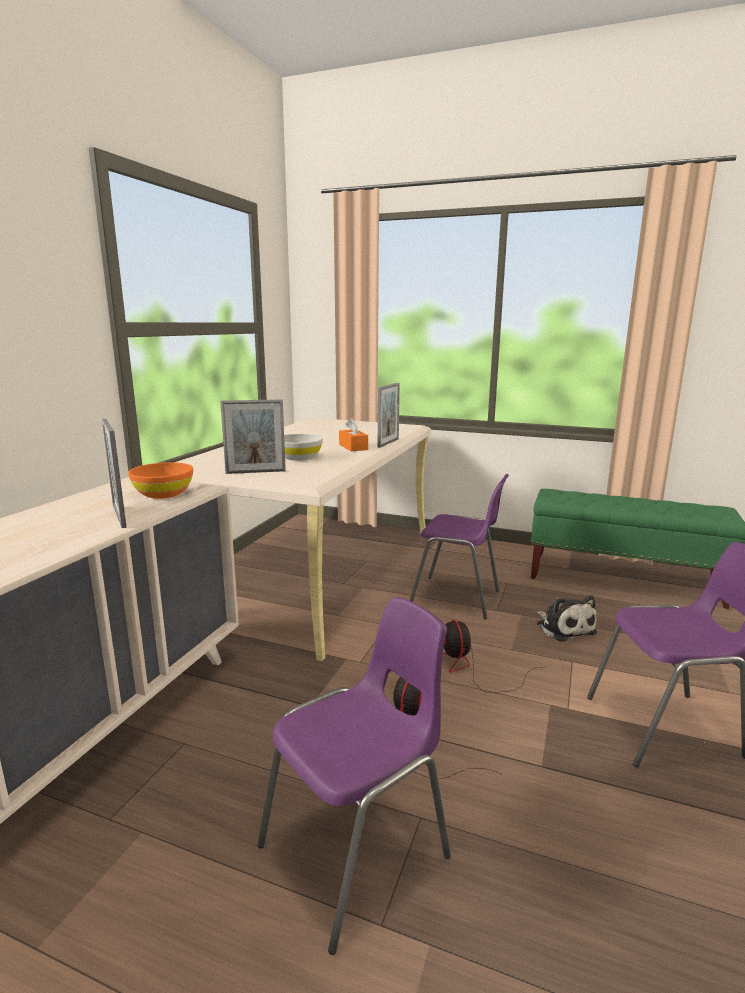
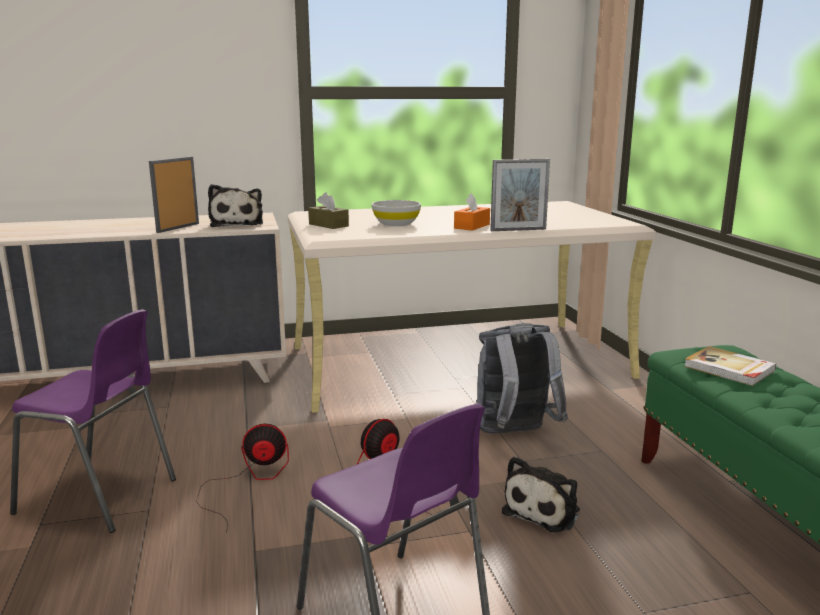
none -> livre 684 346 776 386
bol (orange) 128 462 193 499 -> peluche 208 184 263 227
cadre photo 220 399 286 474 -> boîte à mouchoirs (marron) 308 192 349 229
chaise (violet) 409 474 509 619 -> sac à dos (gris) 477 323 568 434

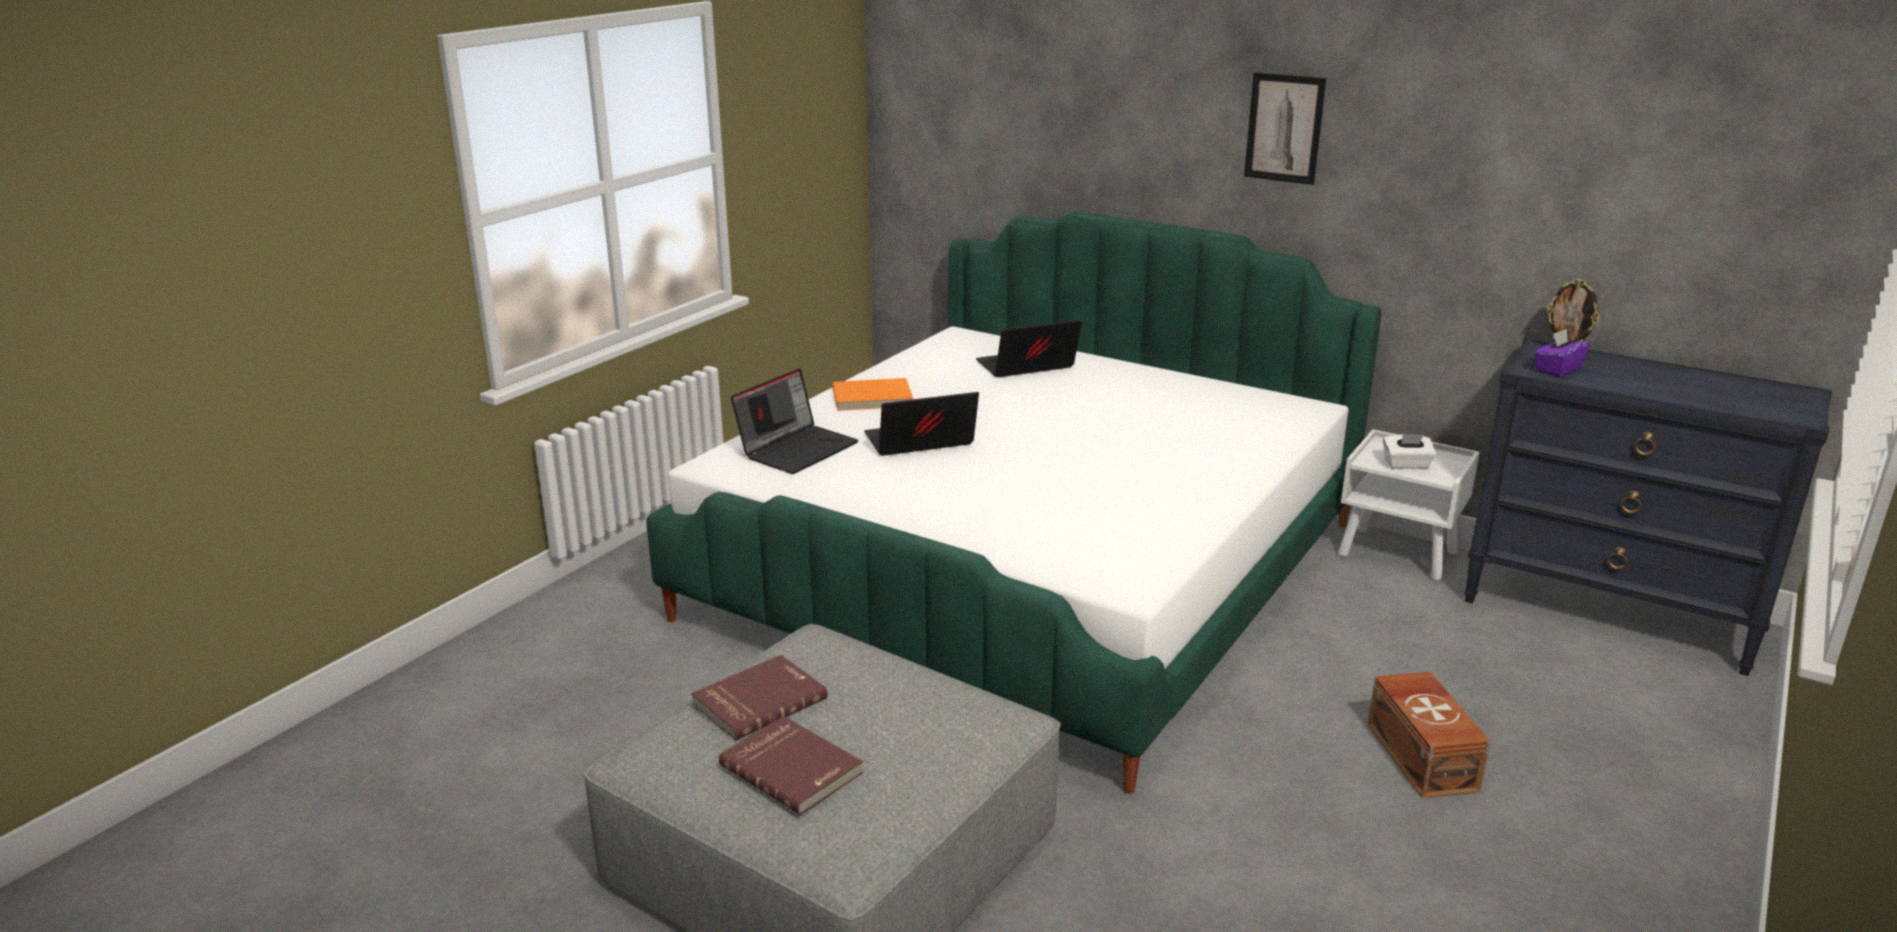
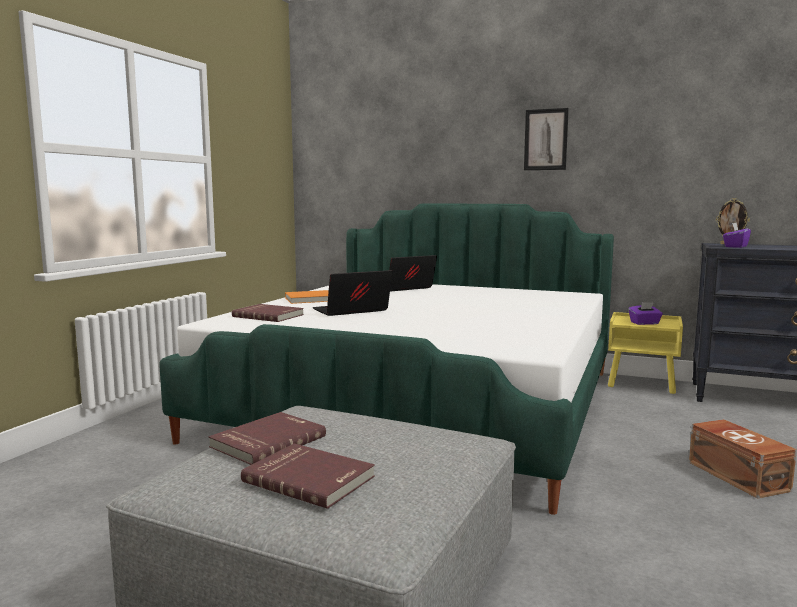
ordinateur portable 731 368 859 474 -> livre (rouge) 232 304 304 322
table de chevet (blanc) 1339 429 1480 581 -> table de chevet (jaune) 608 312 683 394
boîte à mouchoirs (blanc) 1383 434 1436 469 -> boîte à mouchoirs (violet) 629 302 663 325

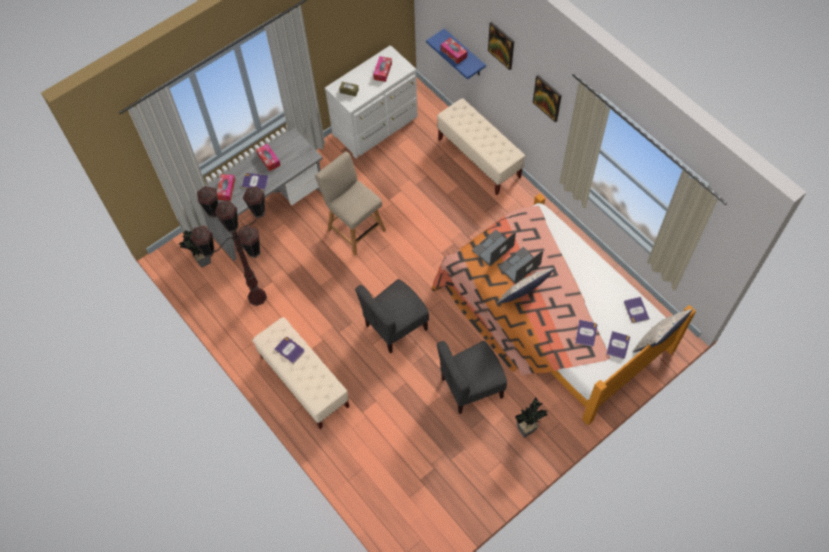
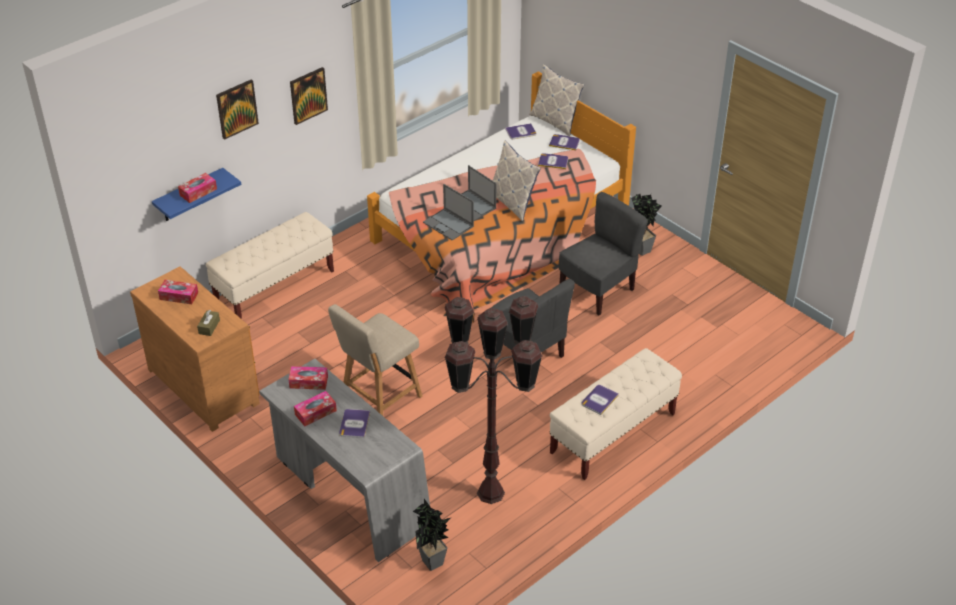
boîte à mouchoirs 217 174 235 201 -> boîte à mouchoirs 288 366 328 390, moved
commode (blanc) 325 45 418 158 -> commode (marron) 130 266 260 432
chaise (gris) 437 341 507 414 -> chaise (gris) 559 192 648 315, 105 degrees counterclockwise

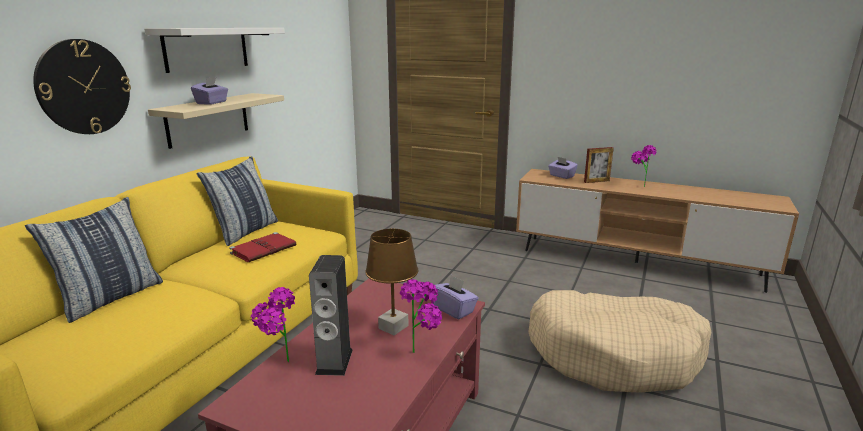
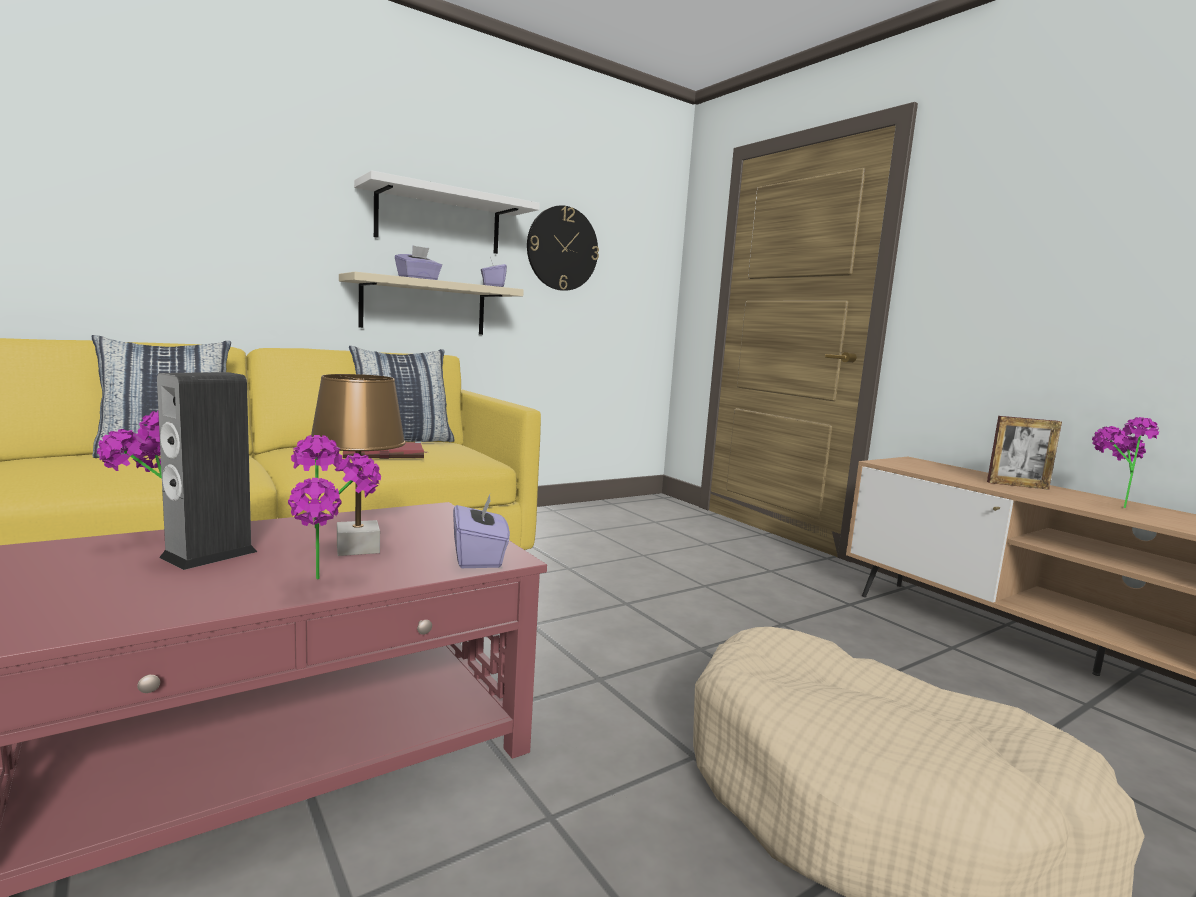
horloge murale 33 39 131 134 -> horloge murale 527 205 599 291, moved
boîte à mouchoirs (violet) 548 157 578 179 -> boîte à mouchoirs (violet) 481 257 507 287, moved

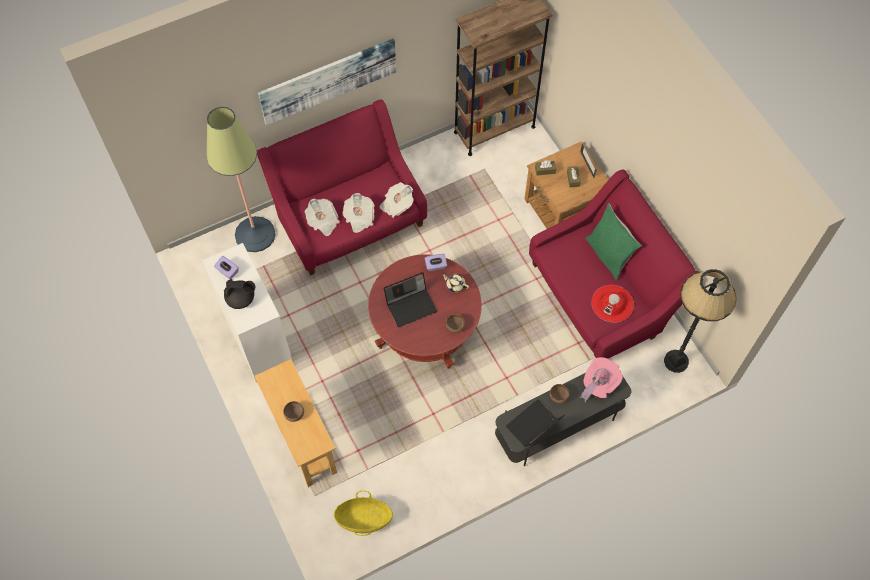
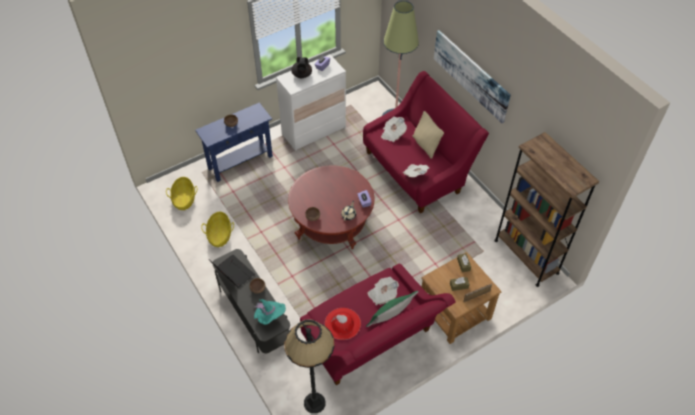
ordinateur portable 384 272 437 327 -> none
none -> panier 201 212 234 247
none -> coussin (beige) 412 111 444 159
journal 342 193 374 233 -> journal 367 277 399 306, moved
table console (beige) 255 359 337 487 -> table console (bleu) 195 103 273 182
chapeau (rose) 579 357 623 402 -> chapeau (turquoise) 253 299 286 325

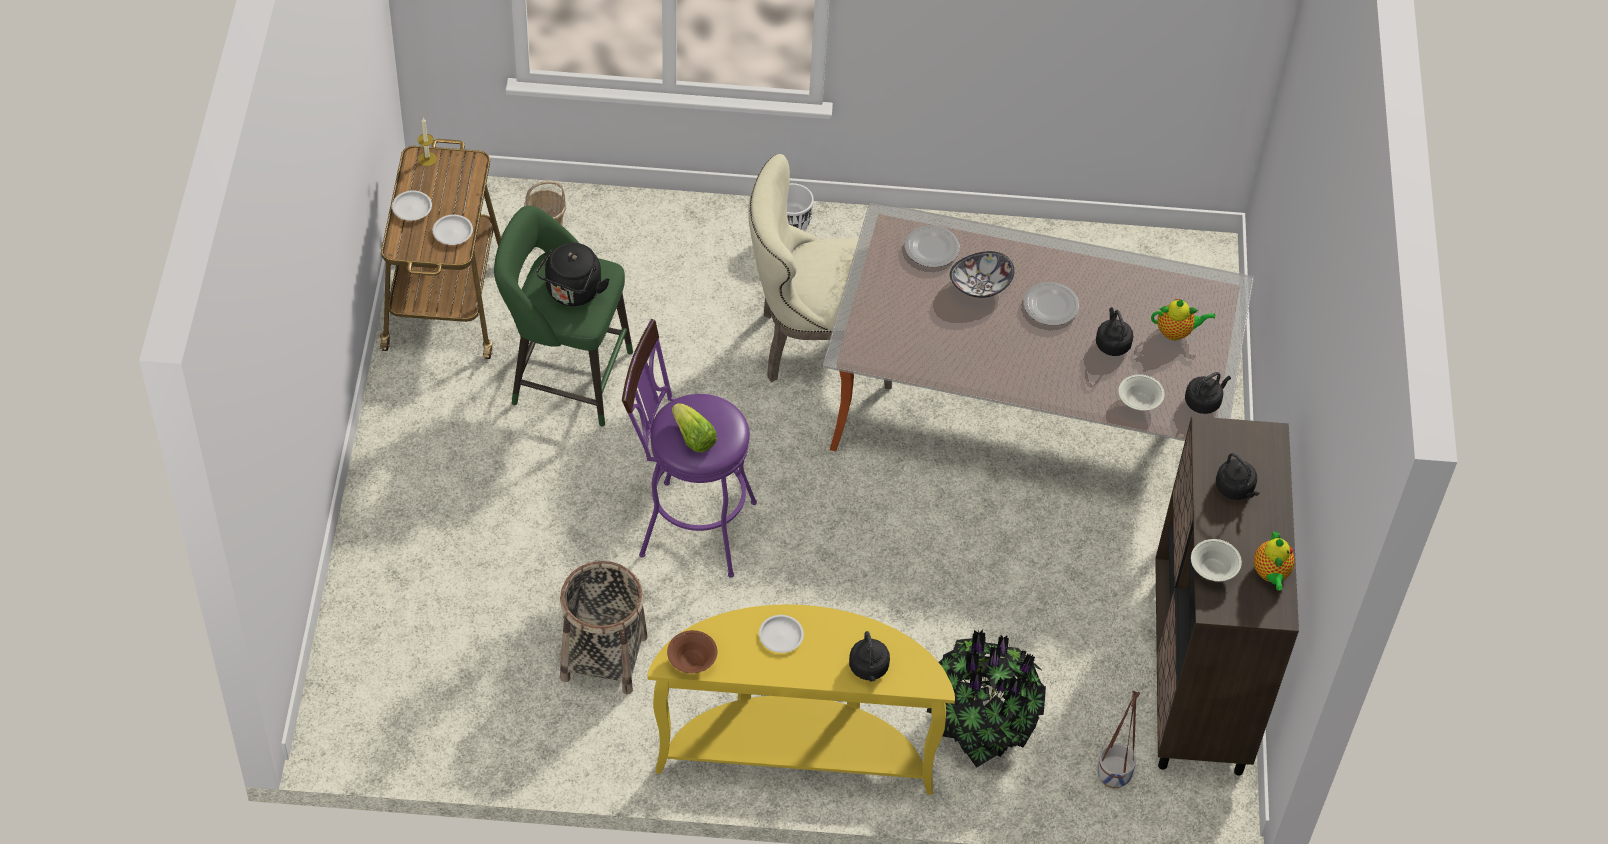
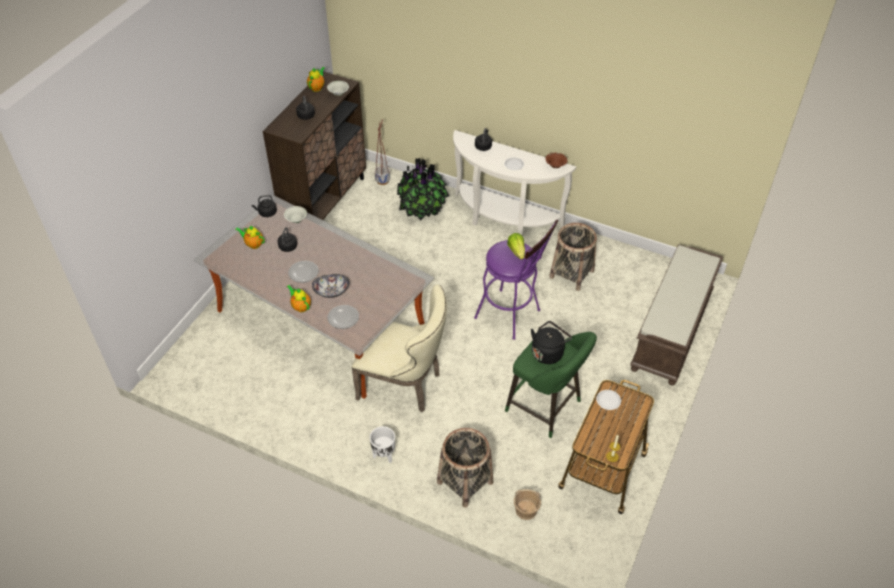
assiette (blanc) 392 191 432 221 -> none
none -> théière 287 285 311 312
none -> panier 437 428 493 508
none -> banc (marron) 630 244 723 385
table console (jaune) 647 605 955 795 -> table console (blanc) 453 130 576 235

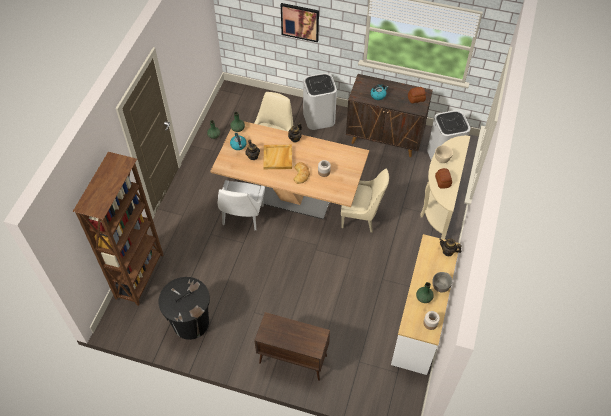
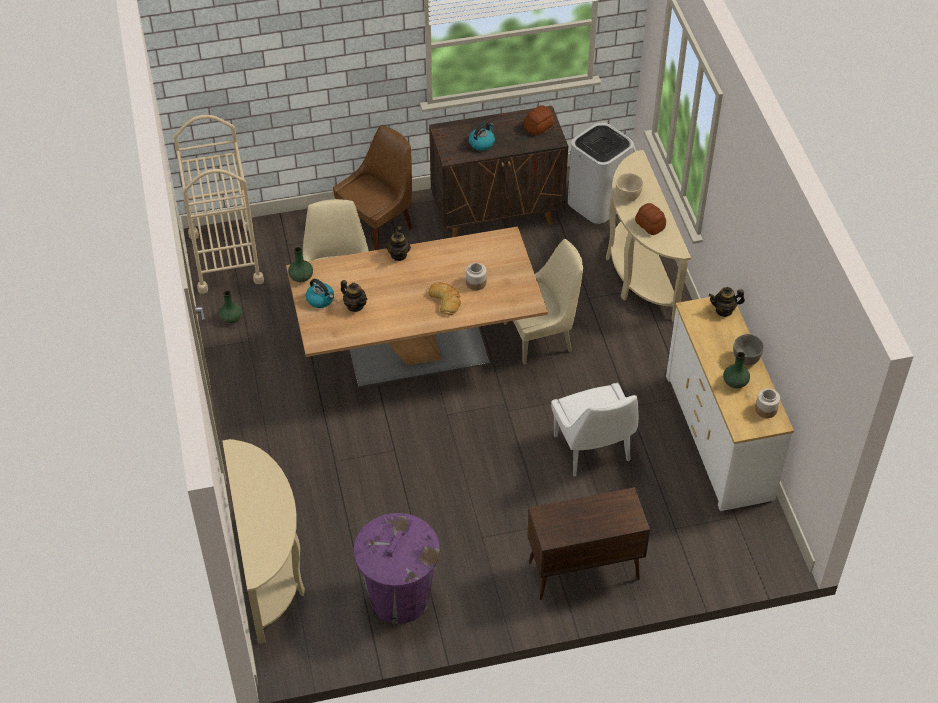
plateau (beige) 263 145 292 169 -> none
tableau 281 3 319 42 -> none
none -> chariot (beige) 173 115 264 294
chaise (blanc) 218 180 265 230 -> chaise (blanc) 551 383 639 476, moved
bibliothèque (marron) 73 152 163 306 -> table console (beige) 222 439 305 644
poubelle (blanc) 303 73 337 130 -> chaise (marron) 333 125 412 250
poubelle (noir) 159 277 210 340 -> poubelle (violet) 354 513 440 624

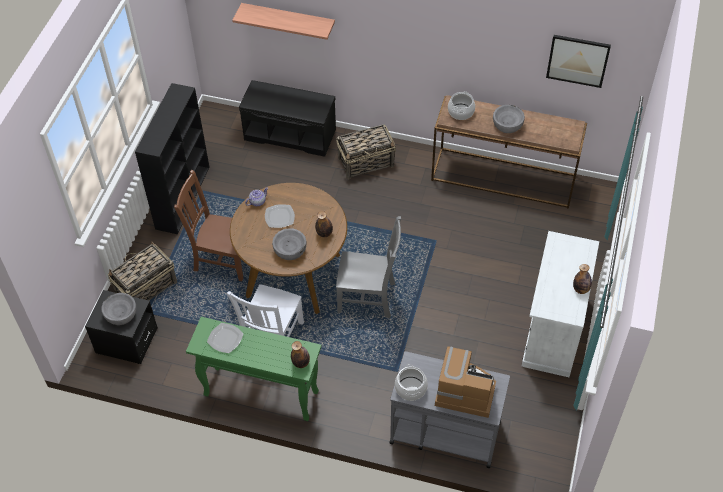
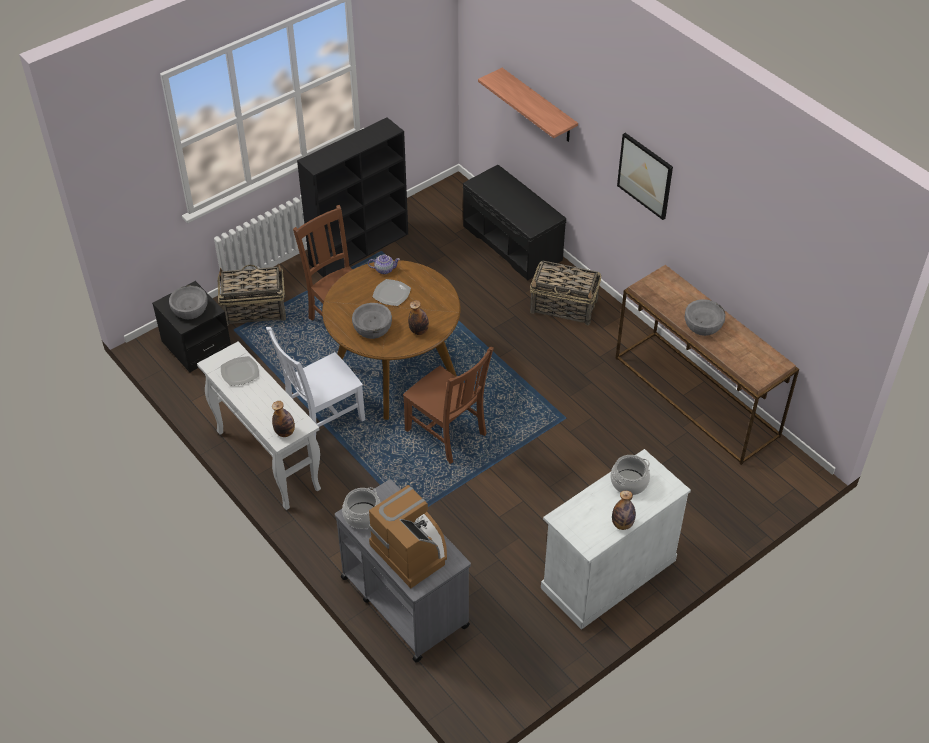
marmite 448 91 475 120 -> marmite 610 455 650 495, moved
tableau 546 35 611 88 -> tableau 617 133 673 220, moved
table console (vert) 186 317 321 421 -> table console (blanc) 197 342 321 510
chaise (gris) 336 216 401 318 -> chaise (marron) 403 347 494 464

